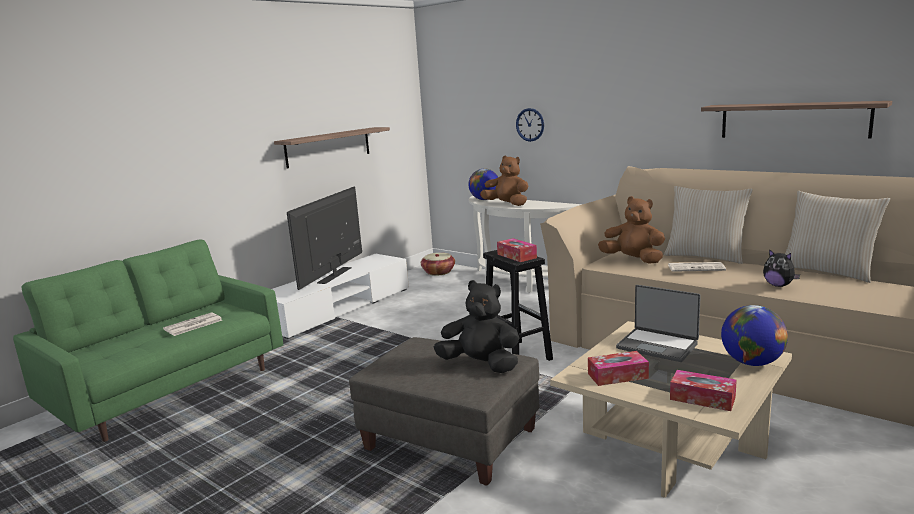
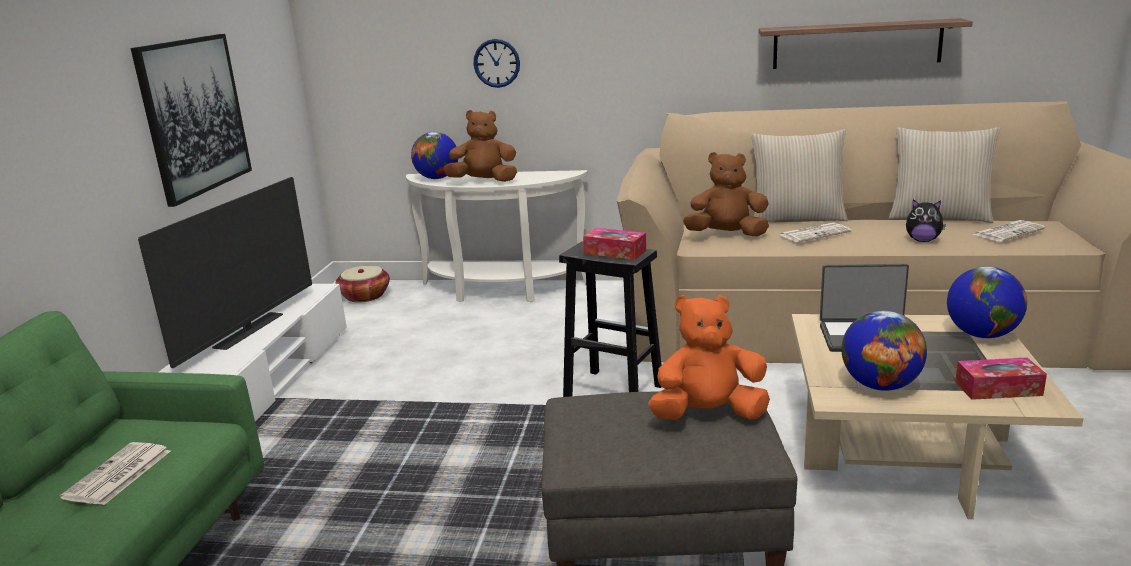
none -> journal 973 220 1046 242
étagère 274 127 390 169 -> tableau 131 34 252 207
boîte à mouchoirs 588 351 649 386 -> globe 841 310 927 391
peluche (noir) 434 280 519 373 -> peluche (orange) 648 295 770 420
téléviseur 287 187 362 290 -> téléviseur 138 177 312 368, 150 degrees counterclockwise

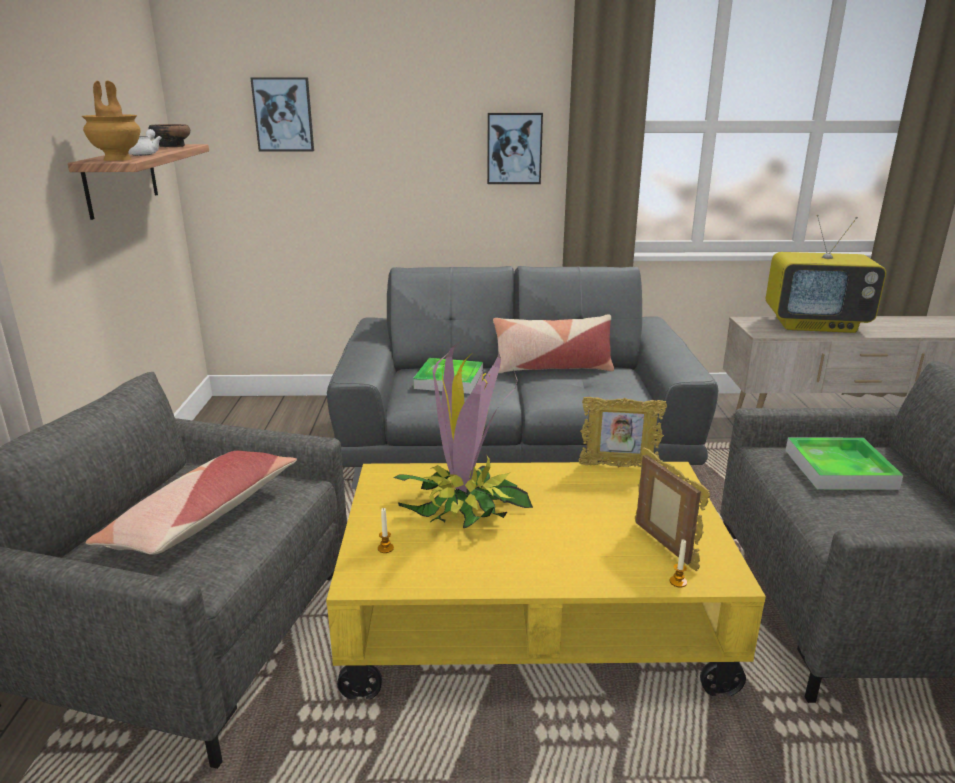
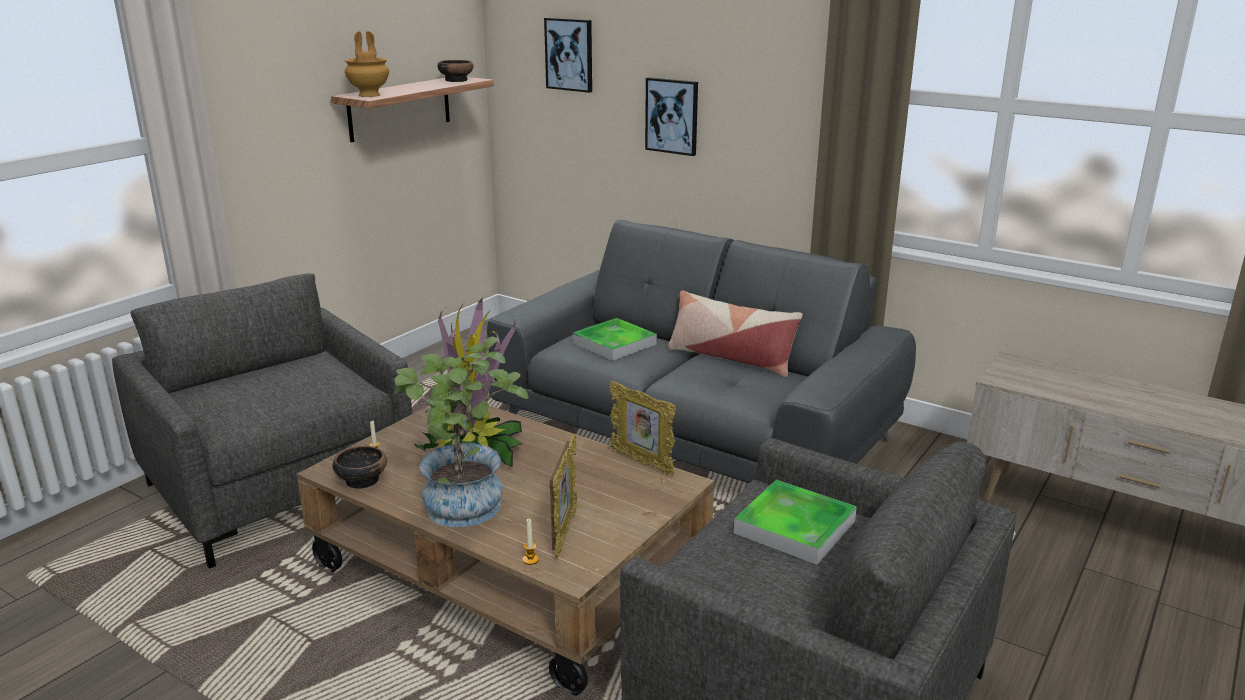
coussin 86 451 297 555 -> none
théière (blanc) 128 129 161 156 -> none
téléviseur 766 214 886 333 -> none
none -> bol 333 446 387 489
none -> plante en pot 395 337 529 527
tableau 487 113 543 184 -> tableau 645 77 698 156, moved
table basse (jaune) 326 462 766 700 -> table basse (marron) 297 405 715 695

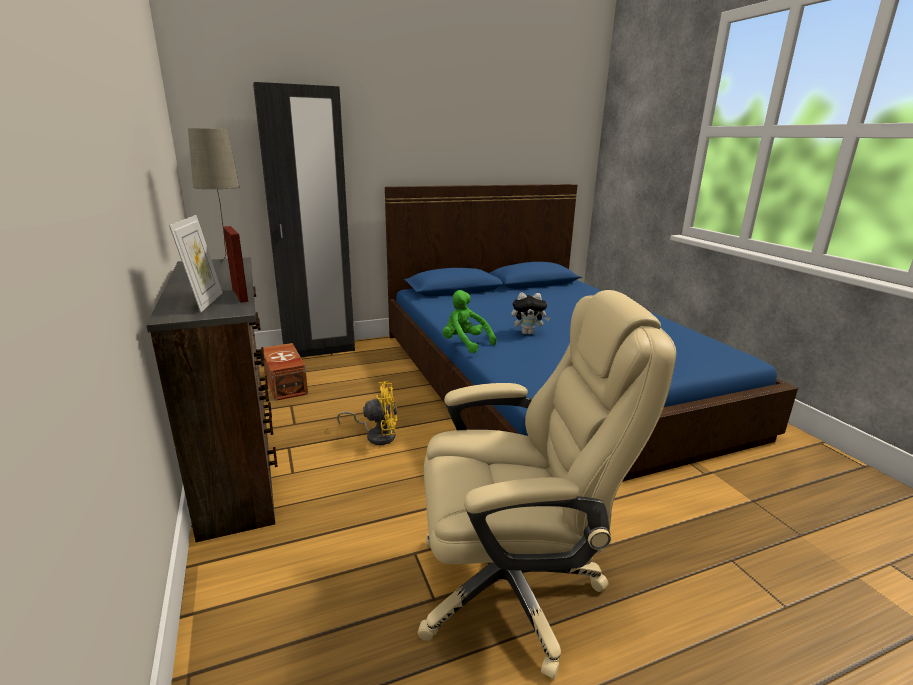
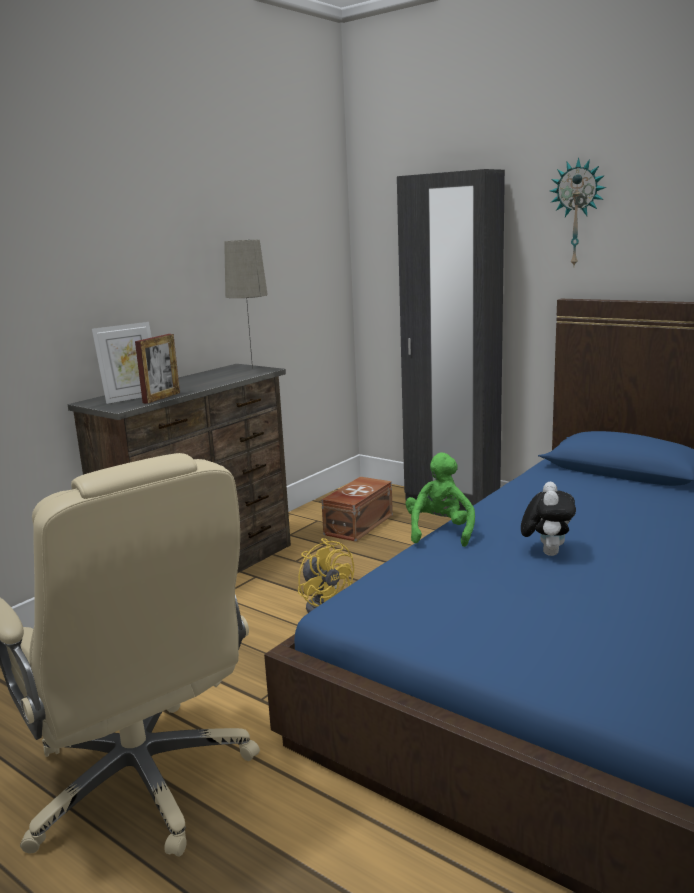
none -> horloge murale 550 158 606 266
peluche 511 292 550 335 -> peluche 521 482 576 556, 135 degrees counterclockwise

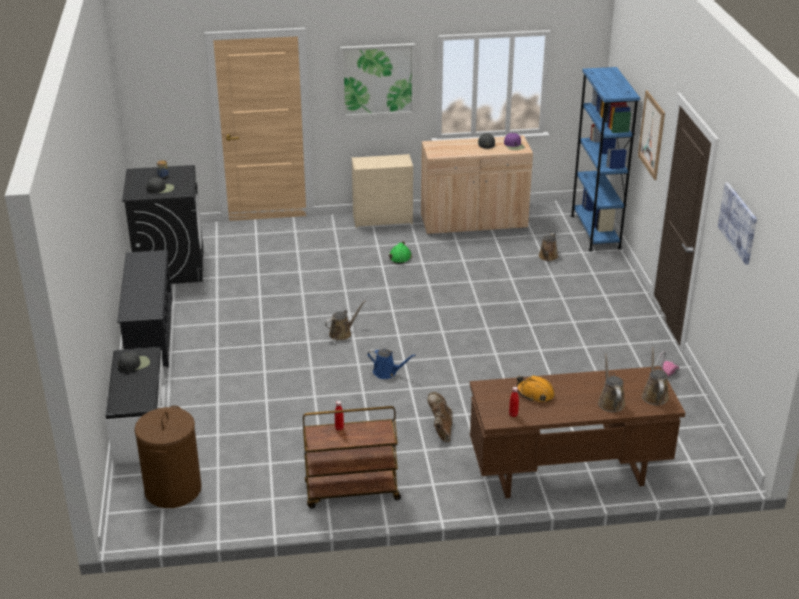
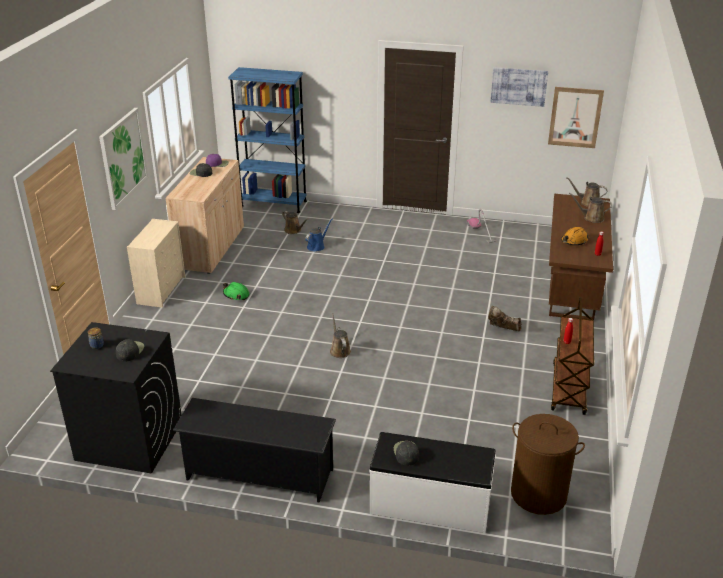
arrosoir (bleu) 367 349 416 379 -> arrosoir (bleu) 305 219 332 251, moved
tableau 638 90 665 180 -> tableau 548 87 604 148, moved

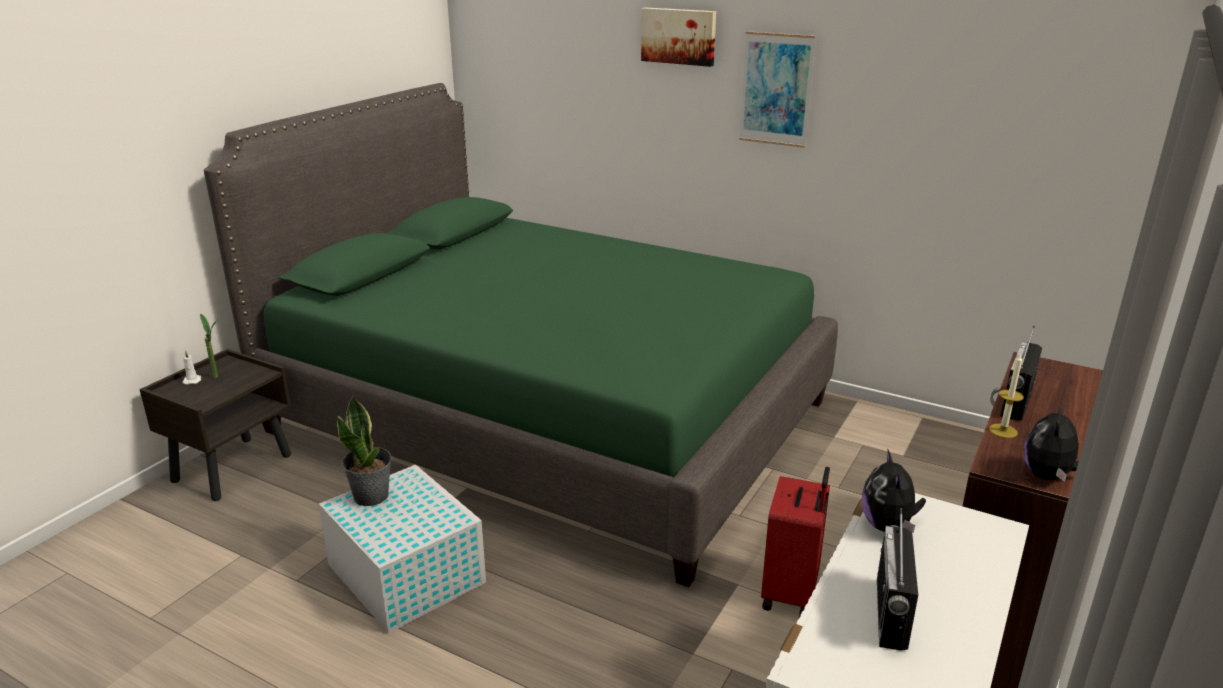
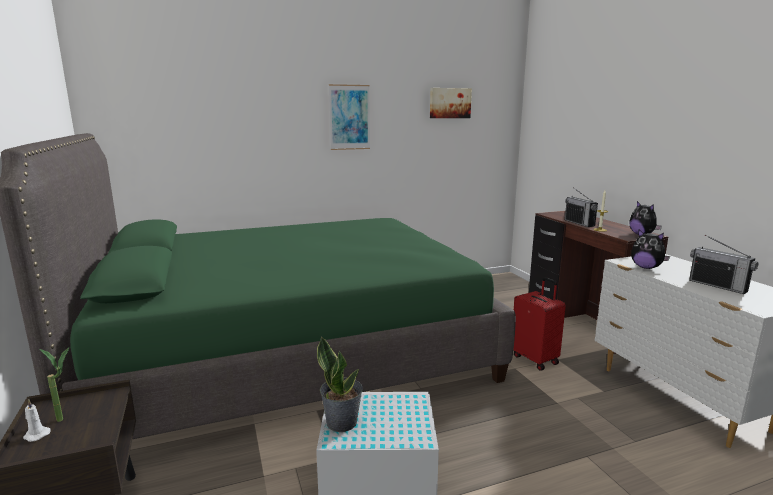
tableau 641 7 716 67 -> tableau 430 88 472 118, moved

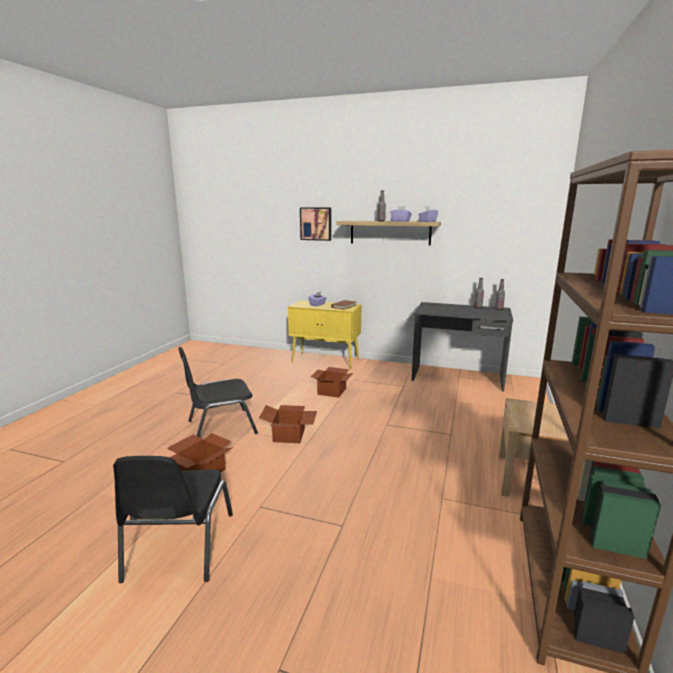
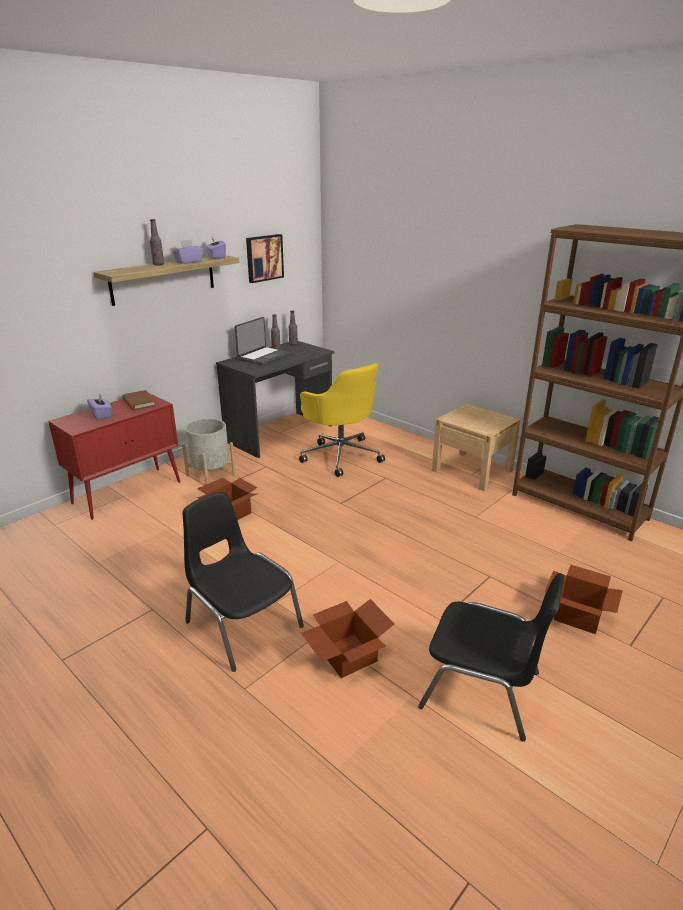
none -> cache-pot (gris) 182 419 236 484
none -> ordinateur portable 235 317 290 365
none -> chaise de bureau (jaune) 299 363 385 477
carton 259 405 317 443 -> carton 545 565 623 634, moved
tableau 300 208 331 241 -> tableau 246 234 284 283, moved
meuble de rangement (jaune) 288 300 361 369 -> meuble de rangement (rouge) 48 393 180 520
chaise (noir) 178 347 258 437 -> chaise (noir) 183 492 304 672, 135 degrees clockwise

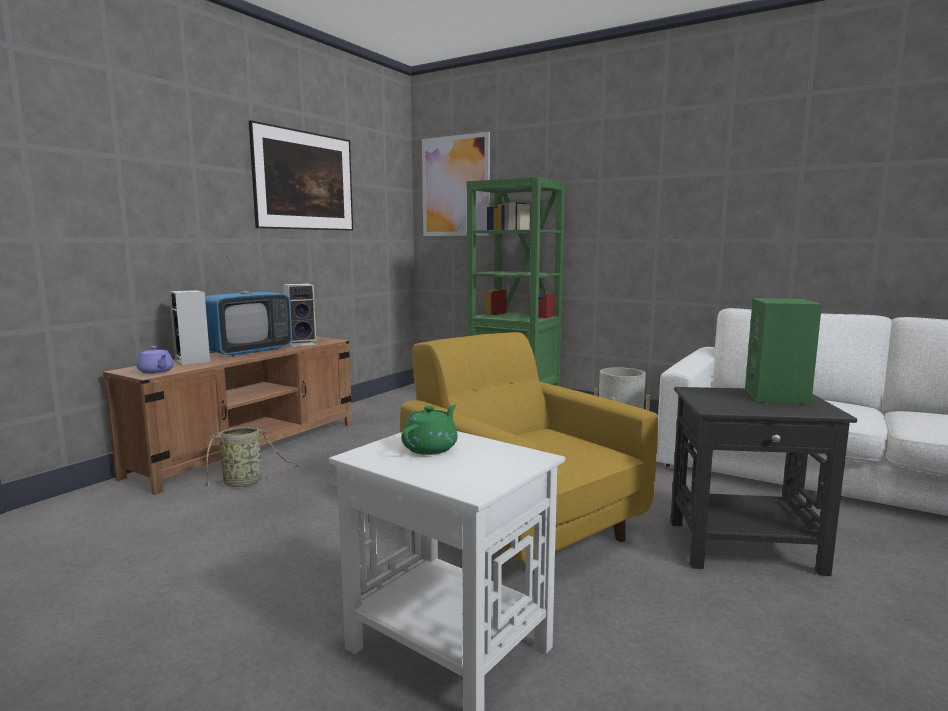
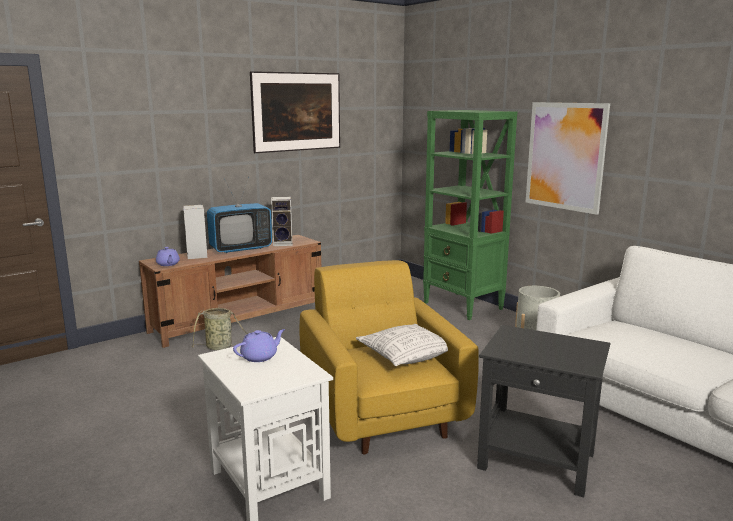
enceinte (vert) 745 298 822 405 -> none
none -> coussin 356 324 448 366
tableau 422 132 490 236 -> tableau 526 102 610 215, moved
théière (vert) 401 405 458 455 -> théière (violet) 233 329 285 362

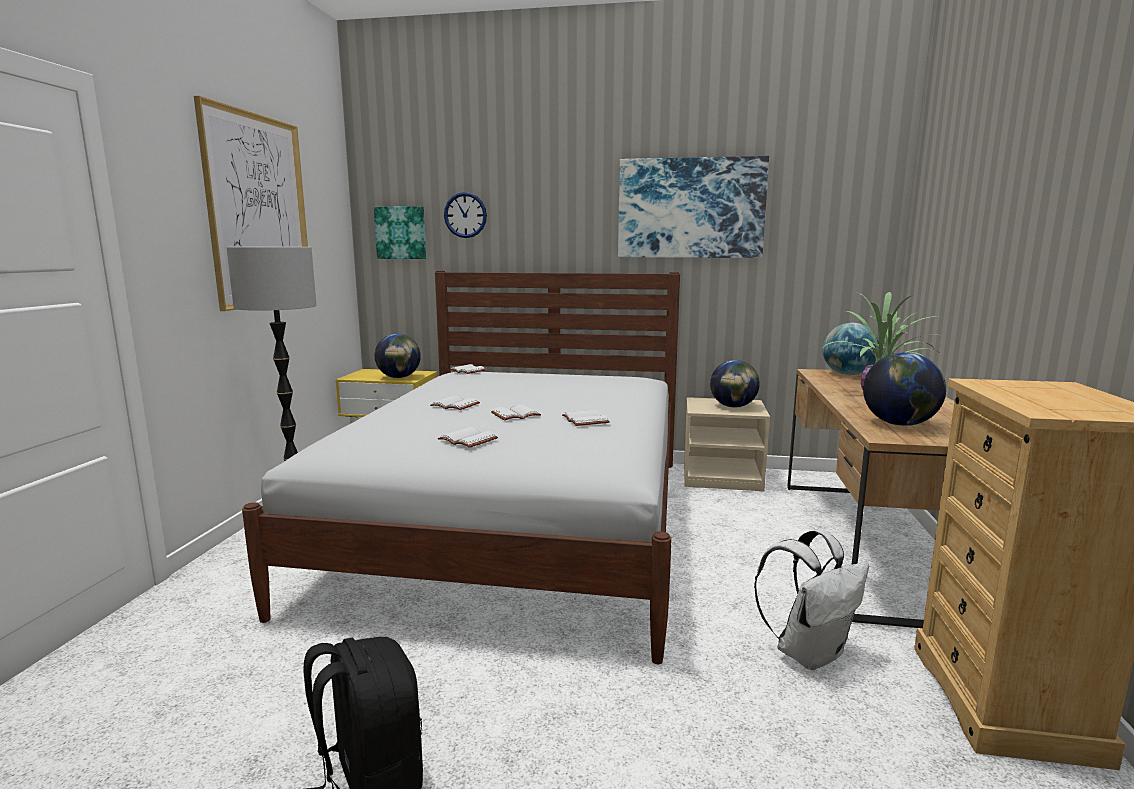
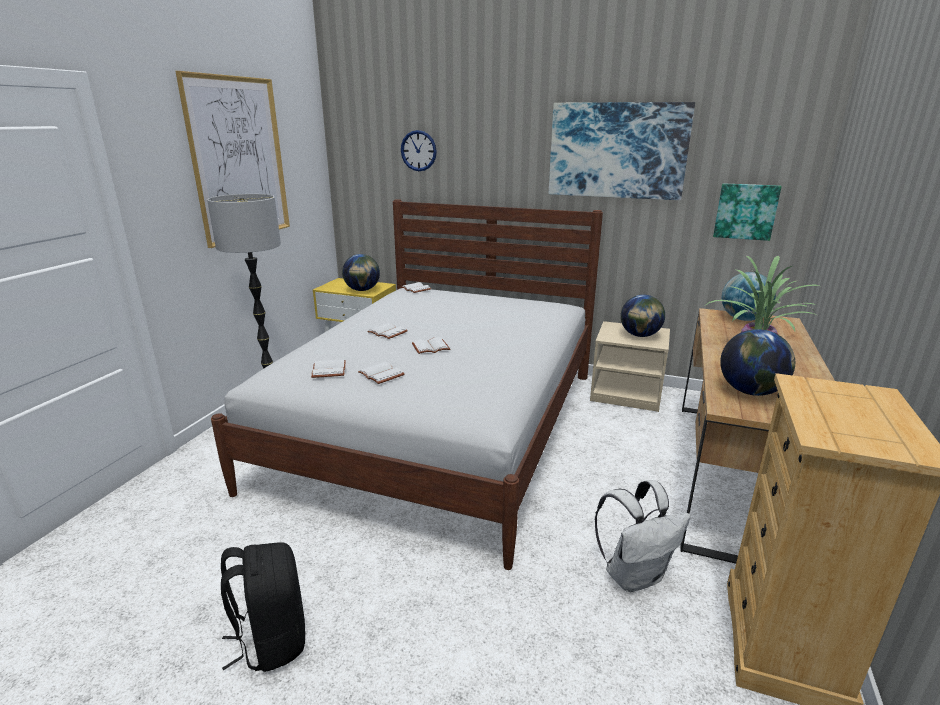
tableau 374 206 426 259 -> tableau 713 183 782 241, moved
livre (blanc) 562 410 610 426 -> livre (blanc) 311 359 346 378, moved

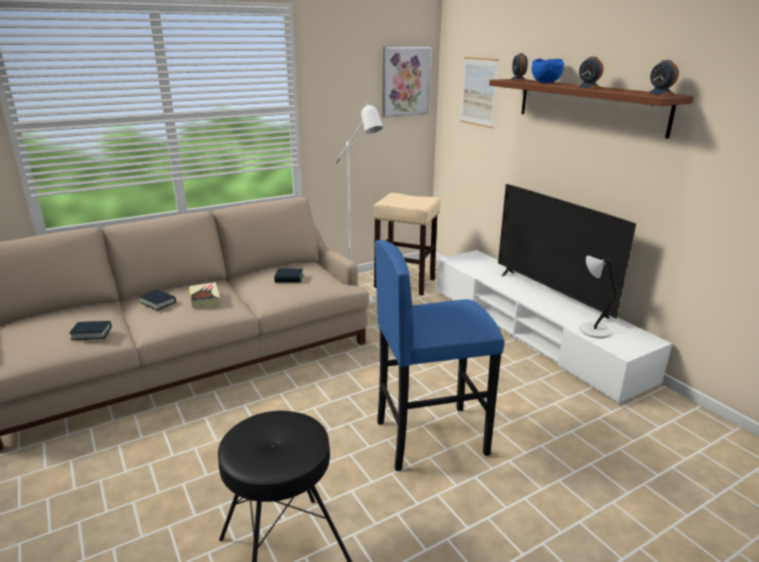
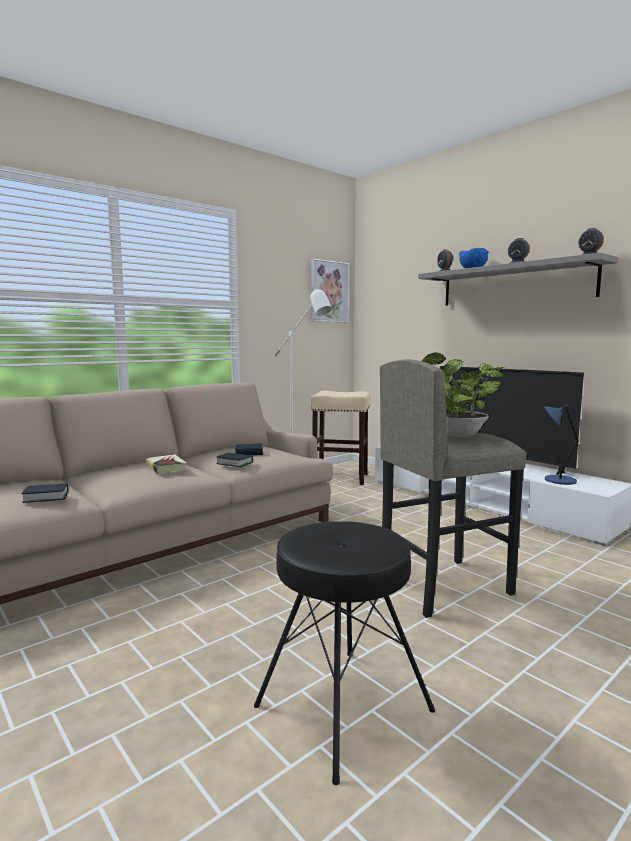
tableau 460 57 499 128 -> none
none -> plante en pot 422 352 504 437
livre 139 289 176 311 -> livre 216 453 253 467, moved
tabouret (bleu) 375 240 505 471 -> tabouret (gris) 380 359 527 618
étagère (marron) 489 79 694 139 -> étagère (gris) 418 252 618 305
lampe de table (gris) 580 256 618 338 -> lampe de table (bleu) 544 405 579 485

